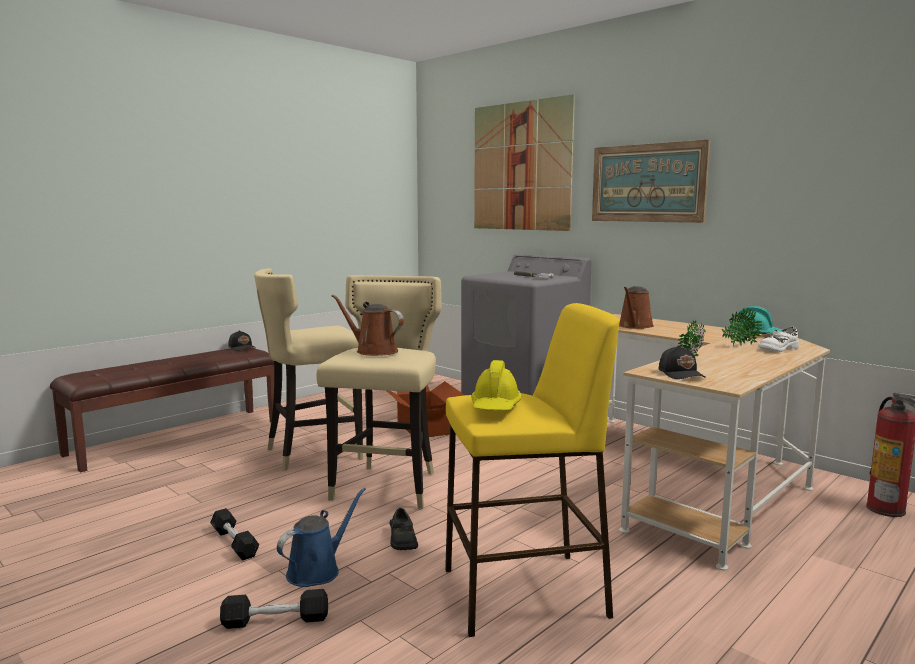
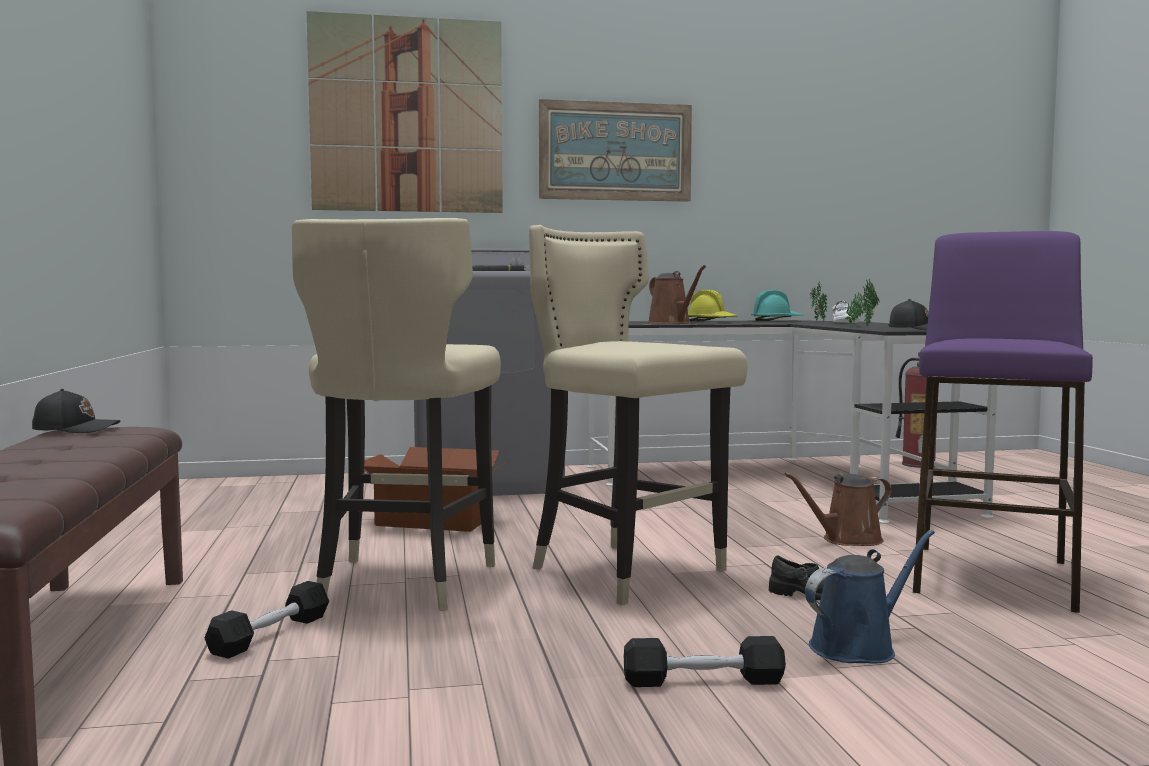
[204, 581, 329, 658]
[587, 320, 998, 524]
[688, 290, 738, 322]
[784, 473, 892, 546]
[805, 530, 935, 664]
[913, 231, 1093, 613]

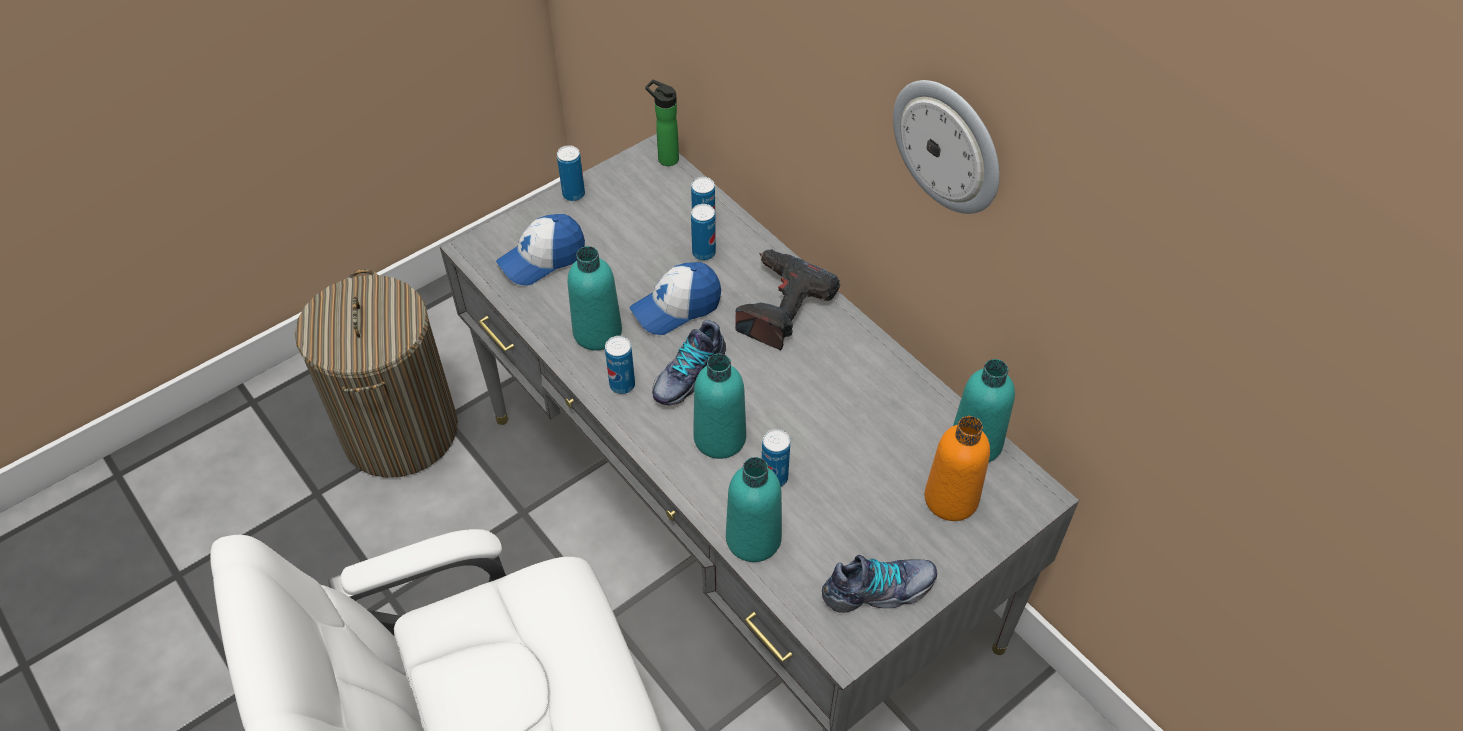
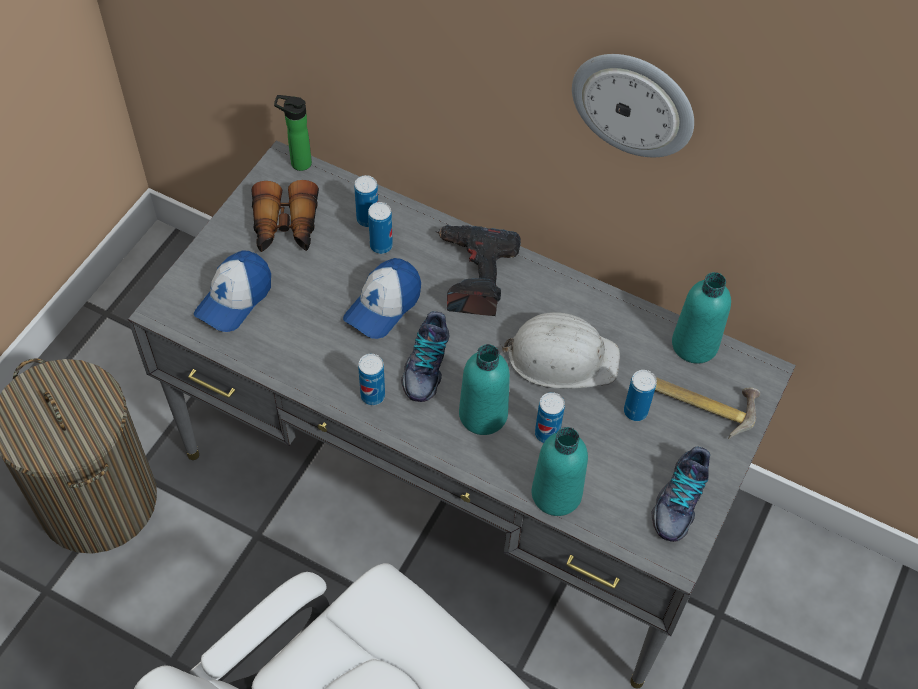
[252, 180, 319, 252]
[501, 312, 620, 389]
[624, 370, 657, 421]
[651, 447, 710, 542]
[655, 377, 760, 439]
[568, 246, 622, 351] (first image)

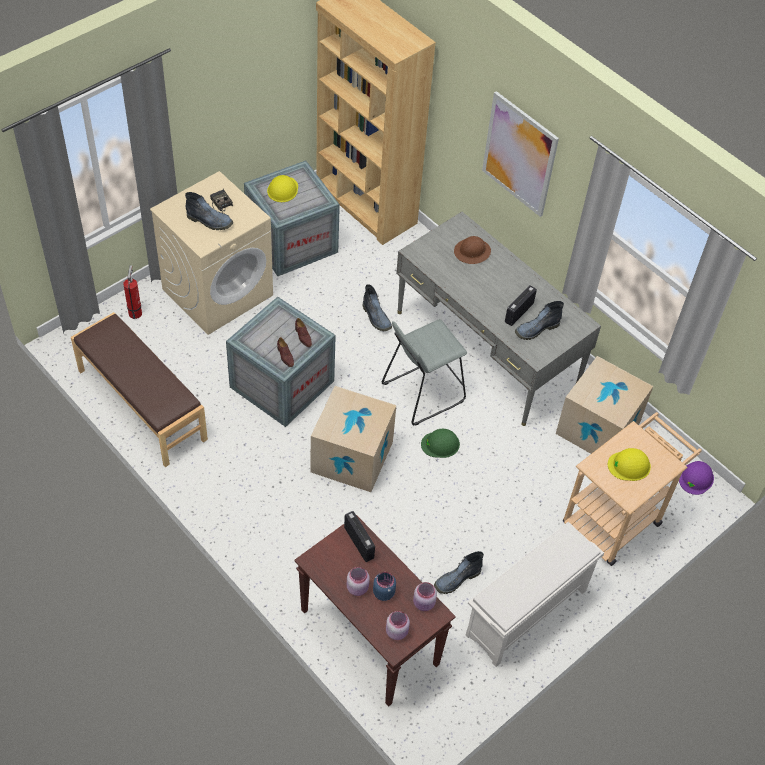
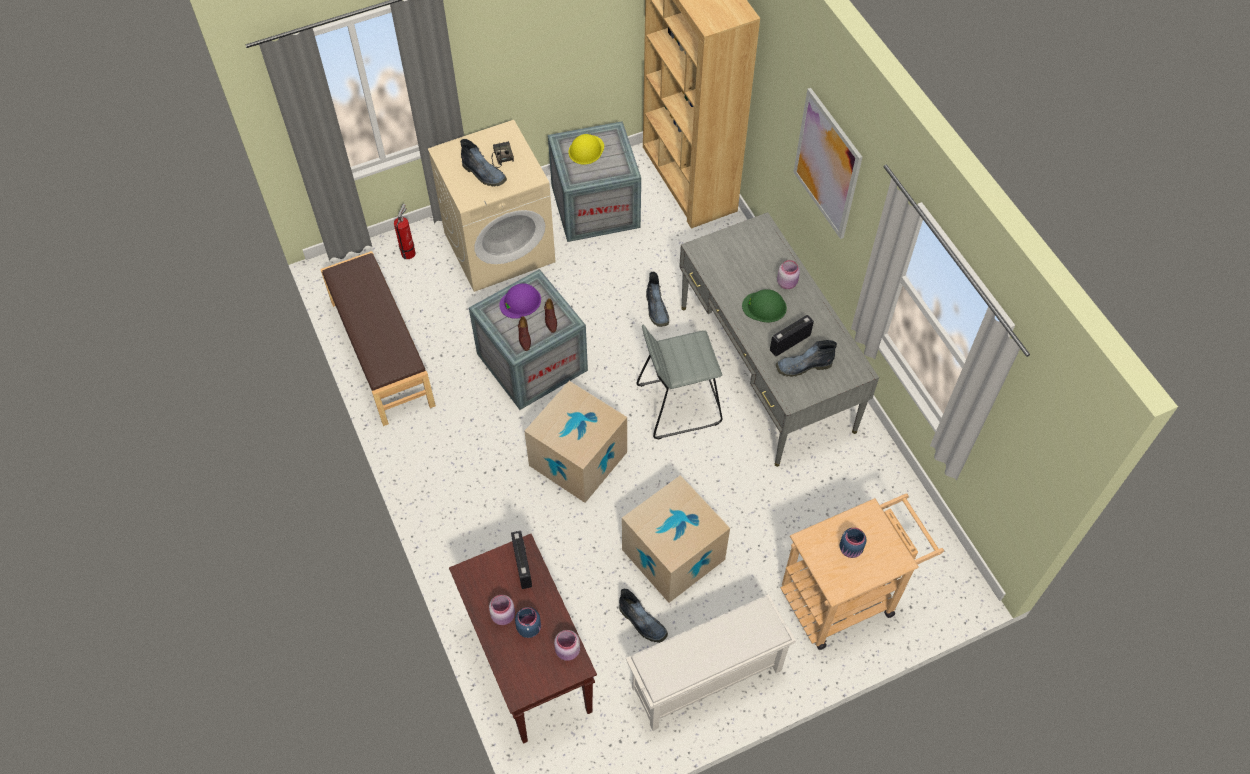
[499, 283, 541, 319]
[619, 589, 668, 643]
[622, 475, 730, 603]
[742, 289, 787, 322]
[777, 260, 800, 289]
[840, 528, 867, 558]
[454, 236, 491, 264] (first image)

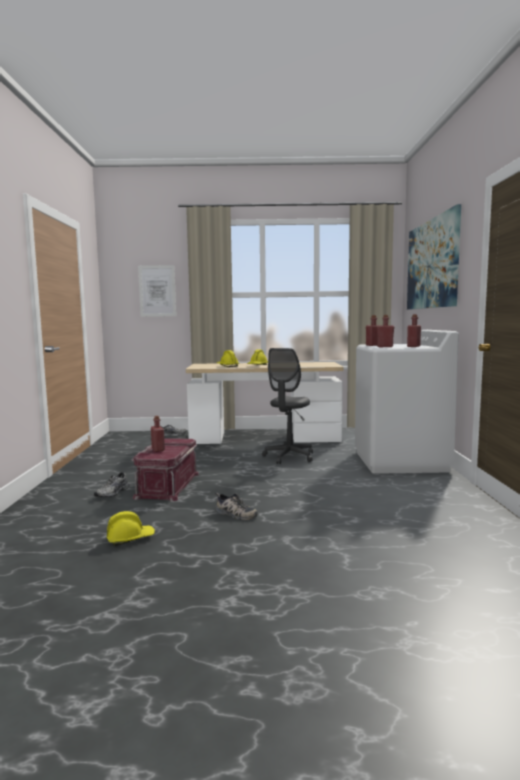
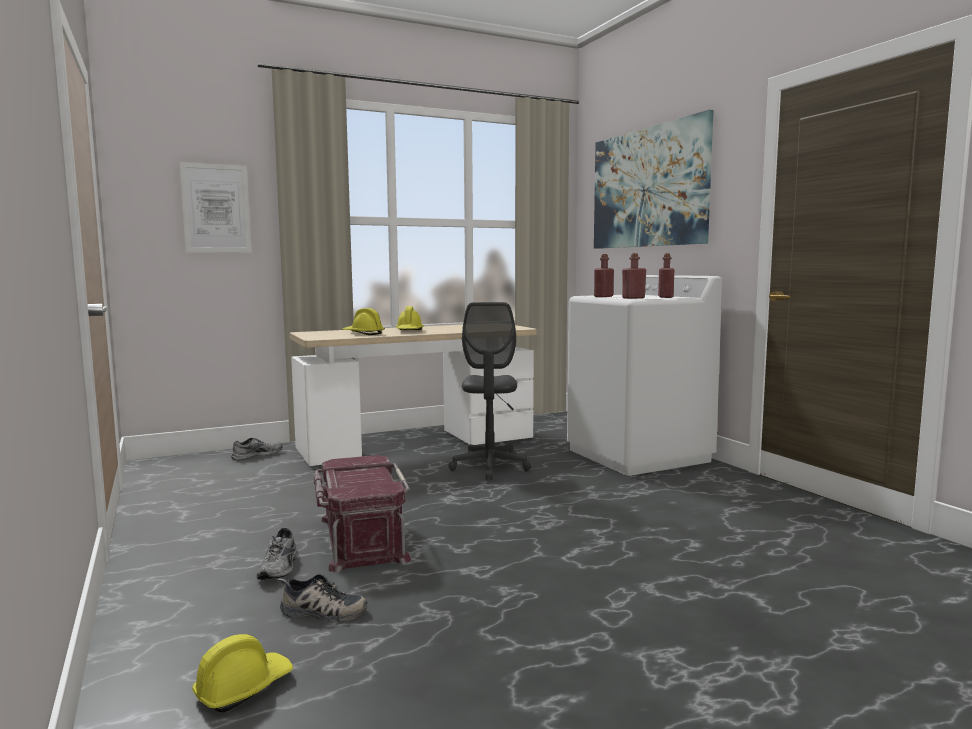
[192, 634, 293, 713]
[277, 574, 367, 622]
[151, 416, 165, 452] (first image)

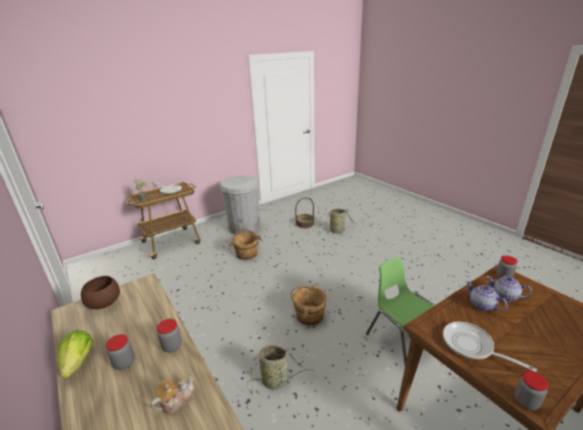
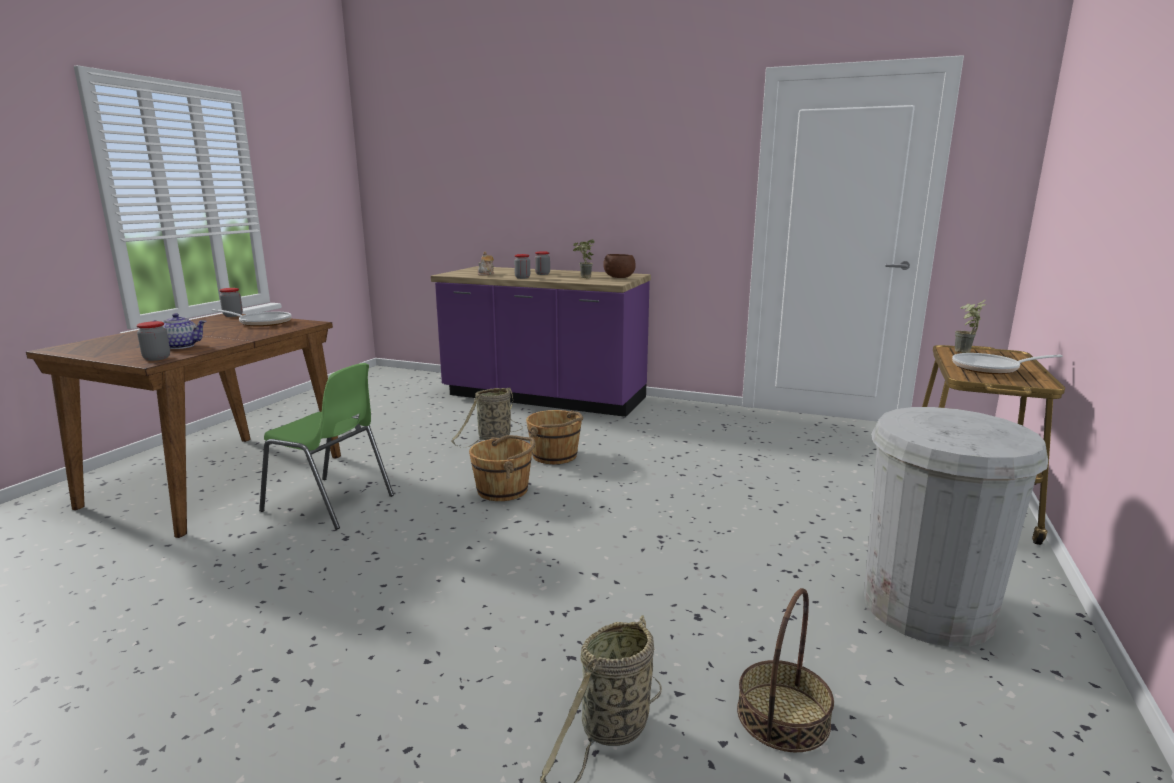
[526, 410, 583, 464]
[573, 239, 595, 278]
[58, 330, 93, 378] (first image)
[466, 281, 507, 311] (first image)

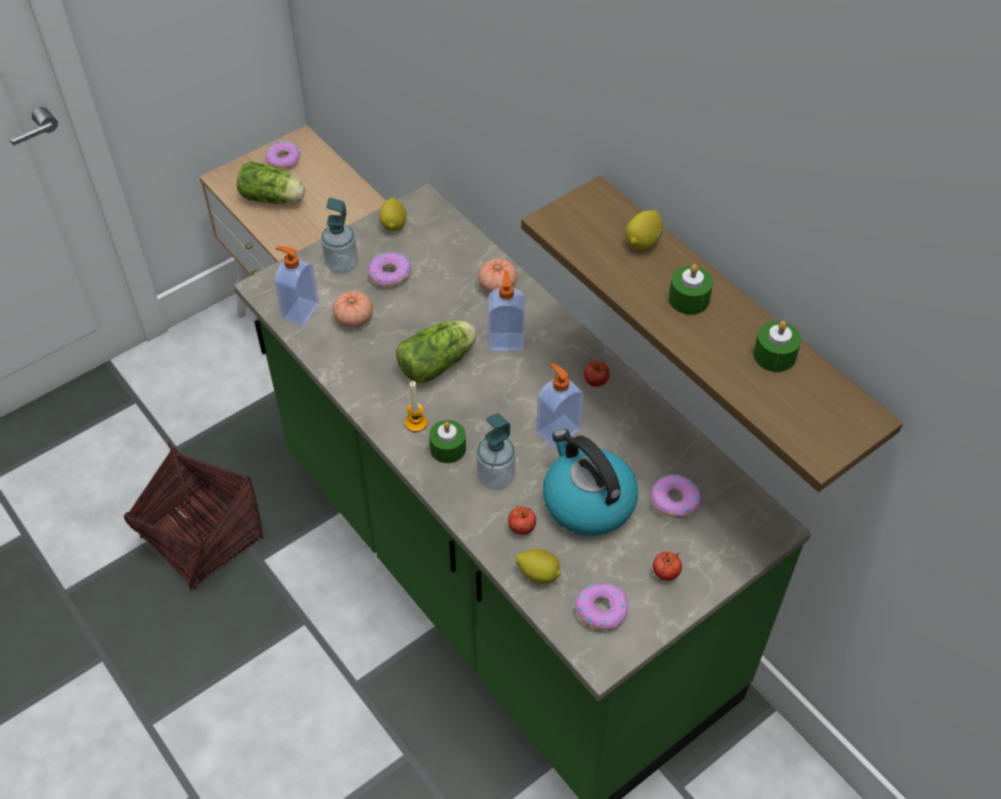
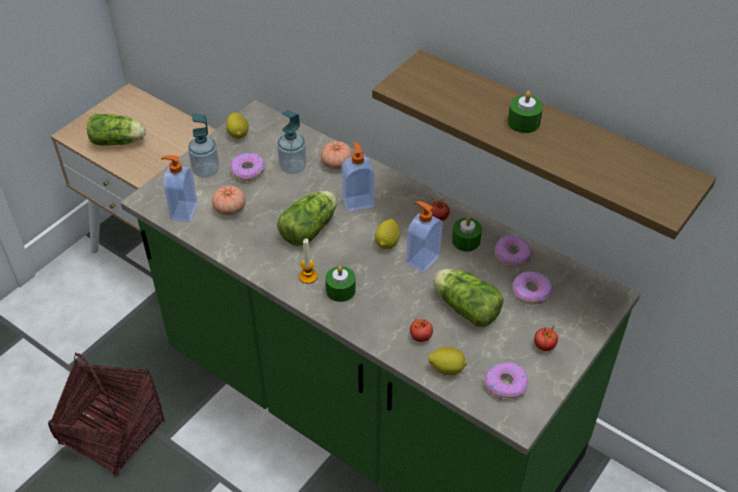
[277, 110, 307, 174]
[375, 219, 400, 249]
[433, 269, 504, 327]
[452, 217, 482, 251]
[495, 235, 532, 267]

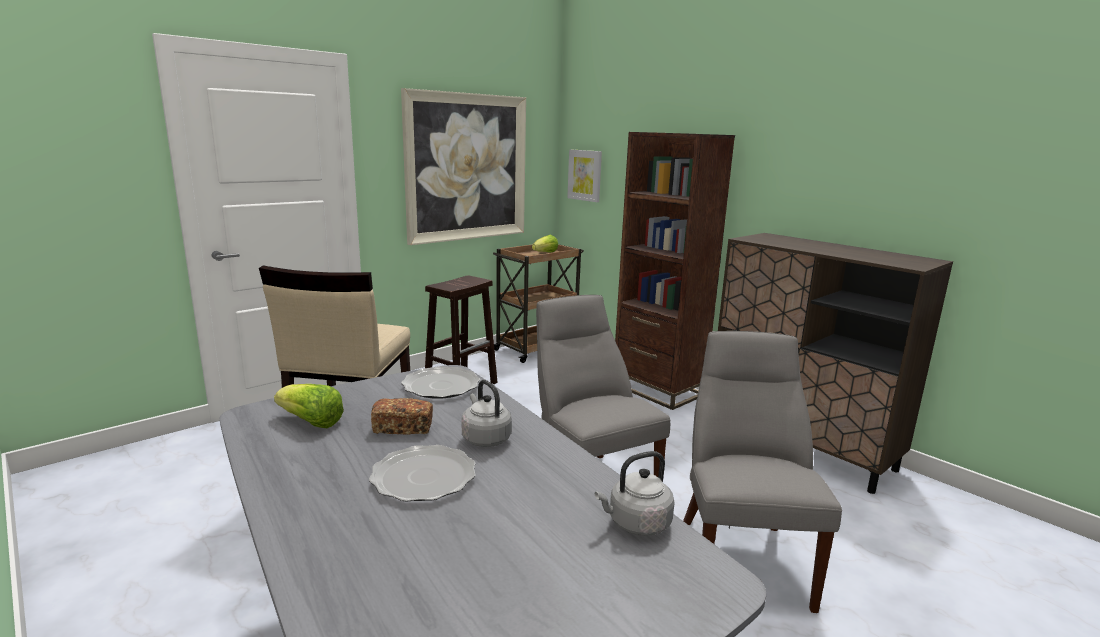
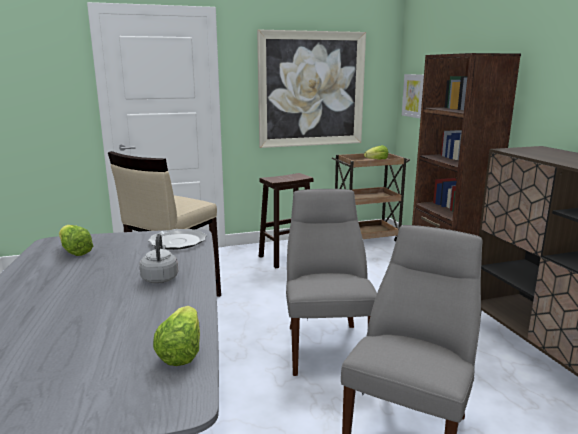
[153, 306, 200, 366]
[369, 445, 476, 502] (first image)
[371, 398, 433, 435] (first image)

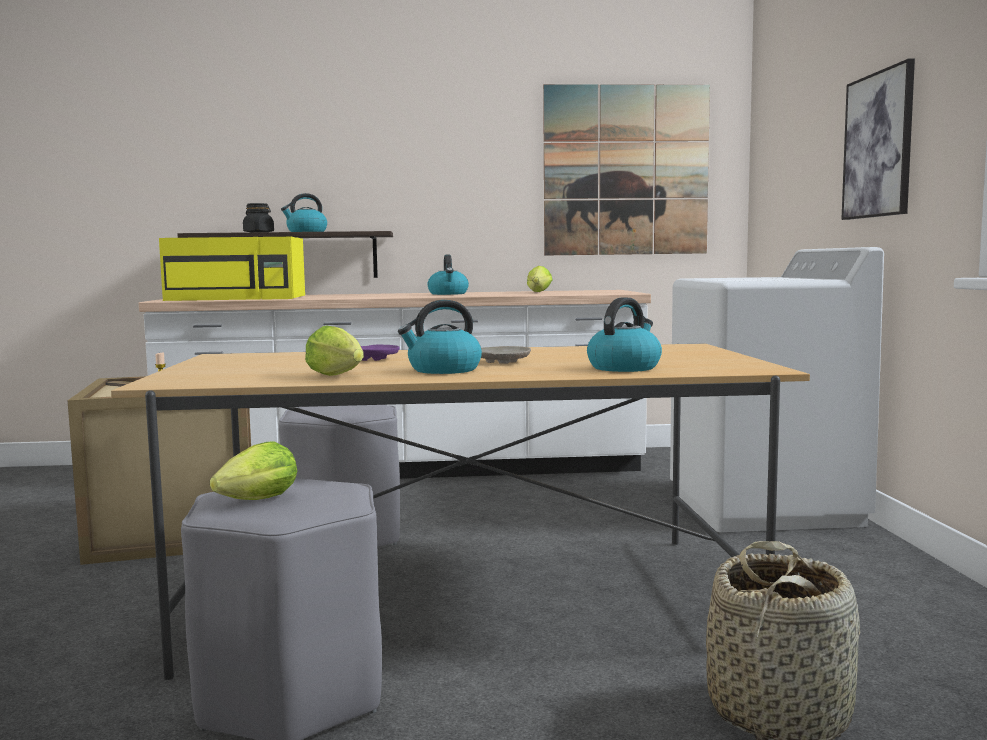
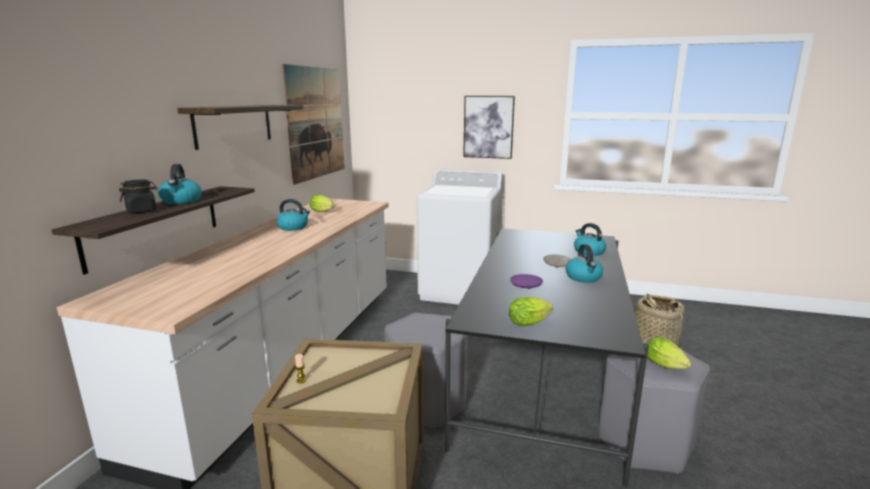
[177, 105, 303, 150]
[445, 228, 648, 487]
[509, 296, 553, 326]
[159, 237, 305, 301] (first image)

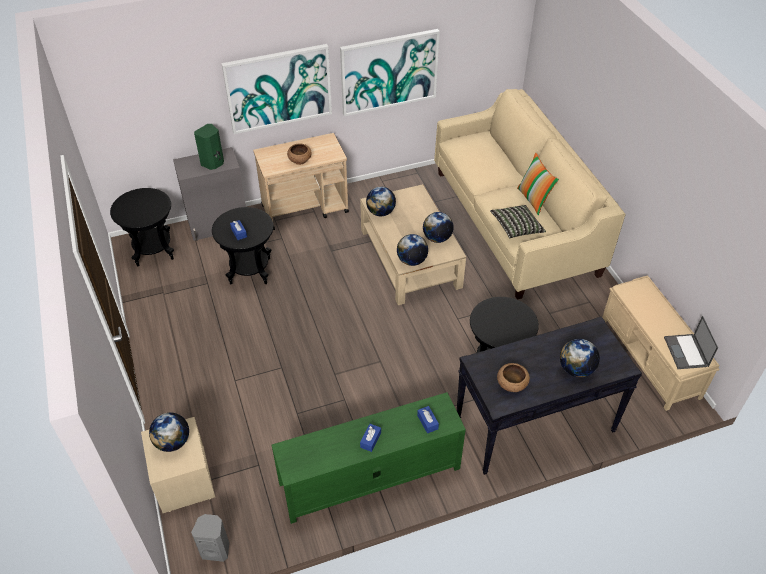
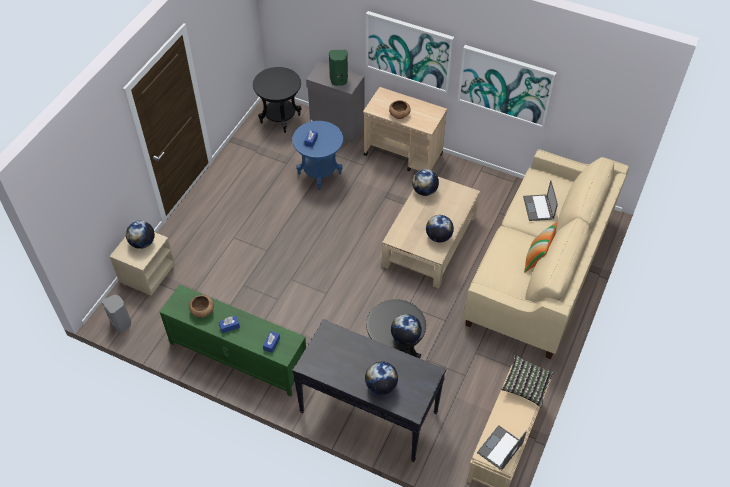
[189, 295, 214, 318]
[292, 121, 343, 190]
[391, 314, 422, 345]
[501, 355, 553, 407]
[523, 180, 558, 221]

